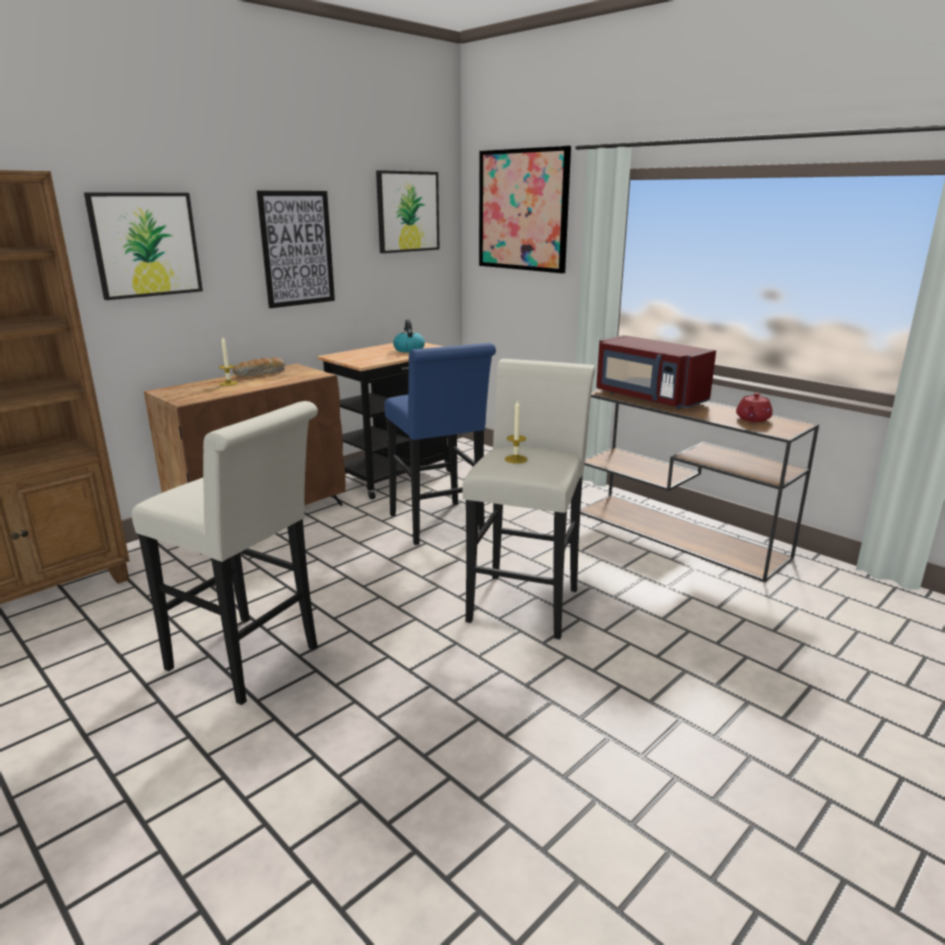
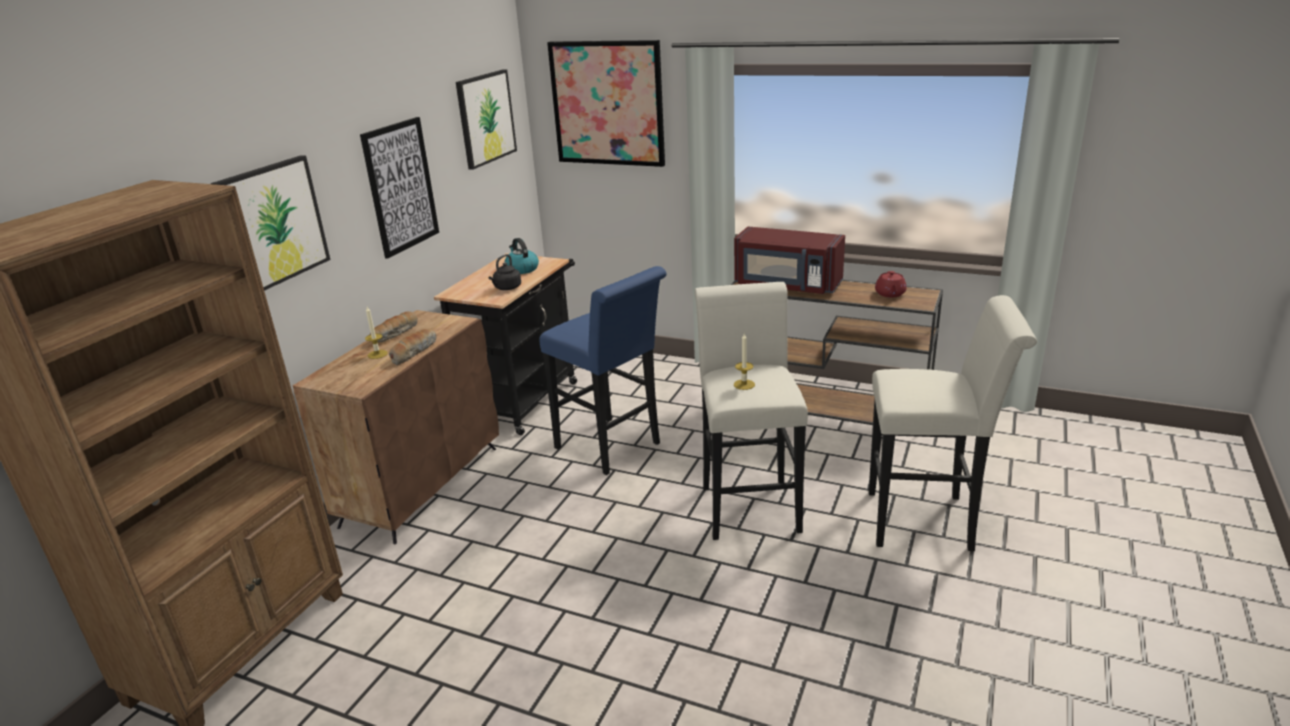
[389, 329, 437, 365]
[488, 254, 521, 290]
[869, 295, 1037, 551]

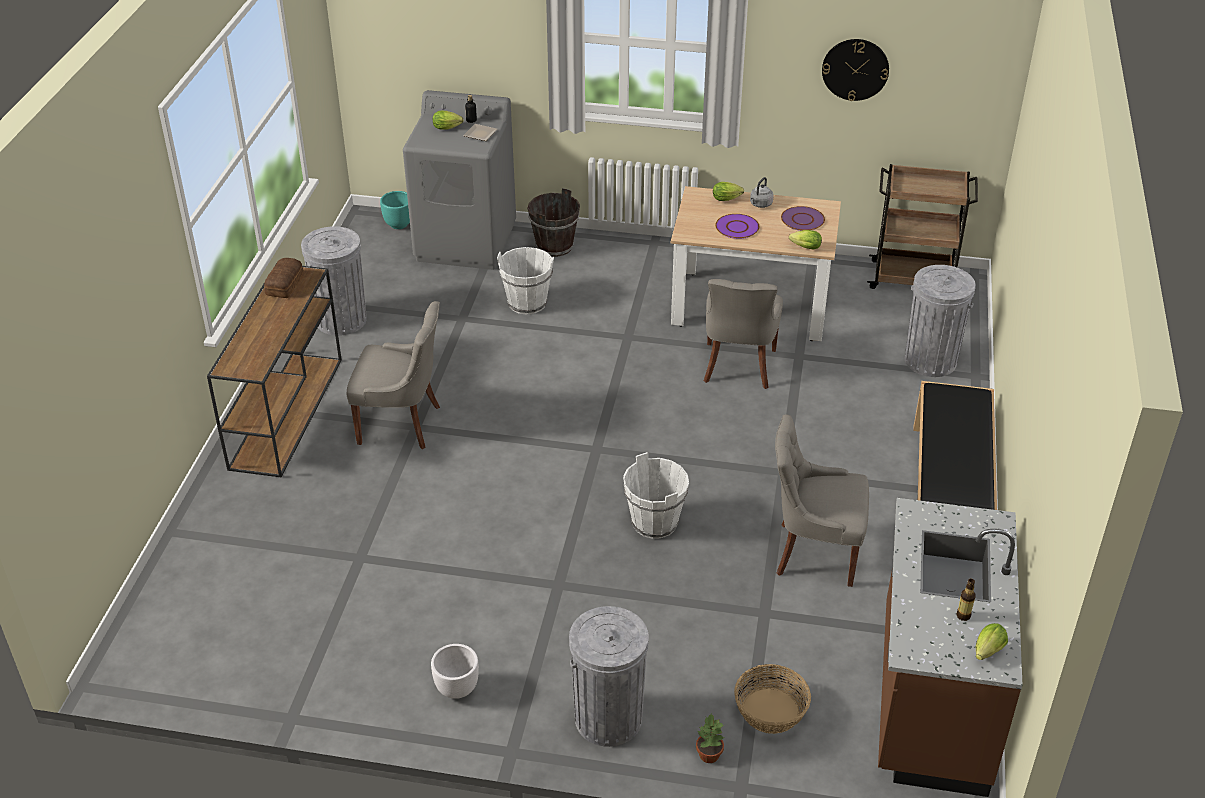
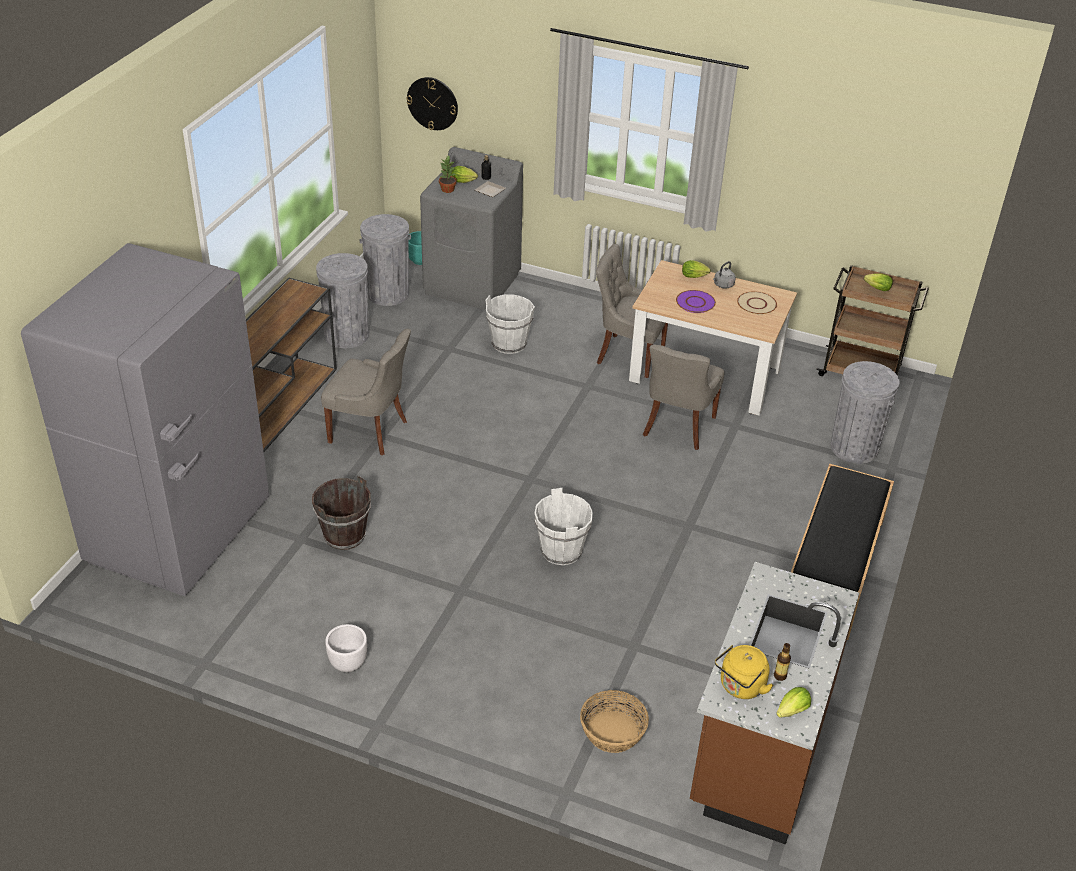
[21, 243, 269, 596]
[312, 476, 371, 550]
[360, 214, 411, 306]
[406, 77, 458, 130]
[439, 156, 457, 193]
[596, 244, 668, 378]
[715, 645, 773, 699]
[737, 291, 777, 315]
[864, 273, 893, 291]
[264, 258, 304, 298] (first image)

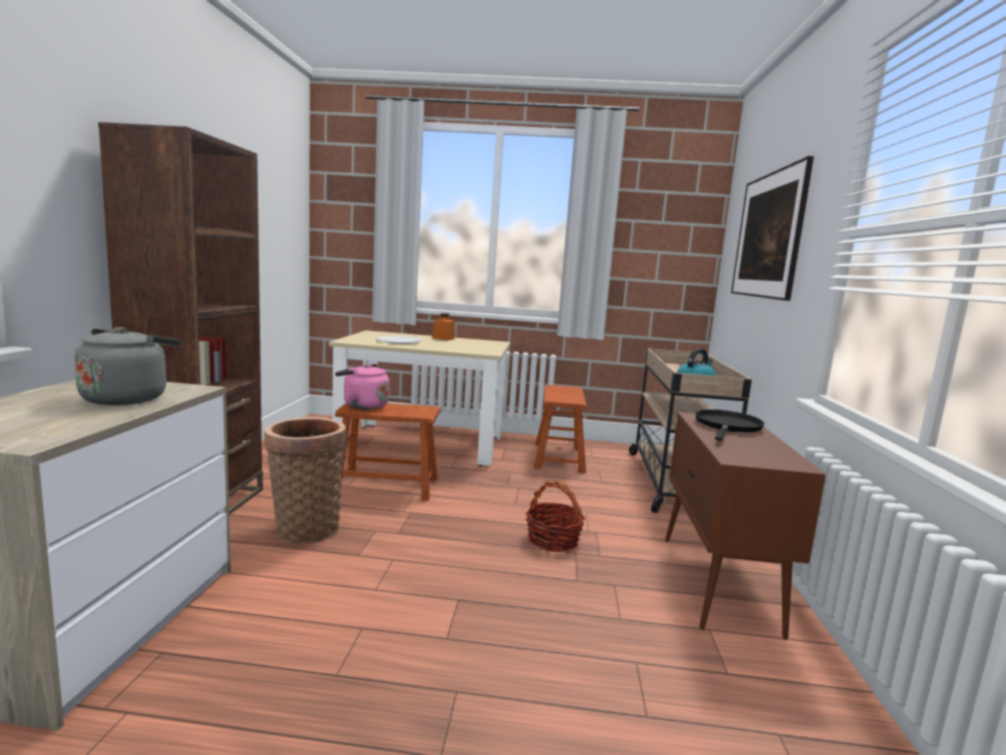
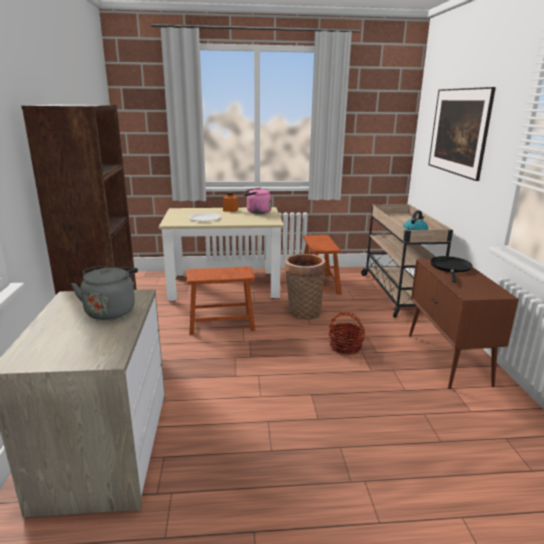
[243, 187, 272, 214]
[285, 254, 326, 320]

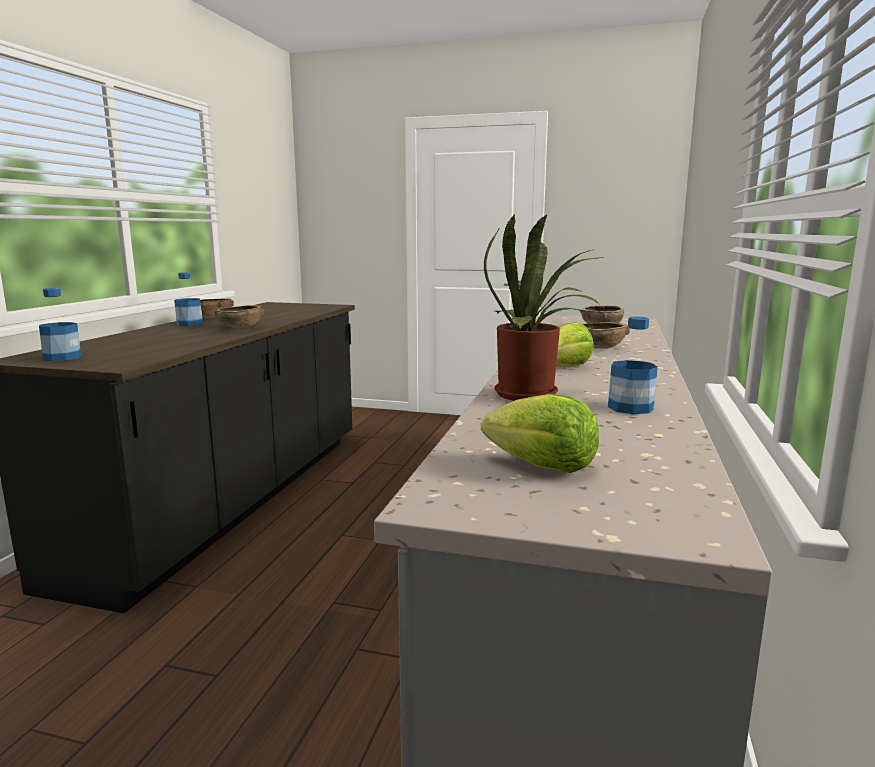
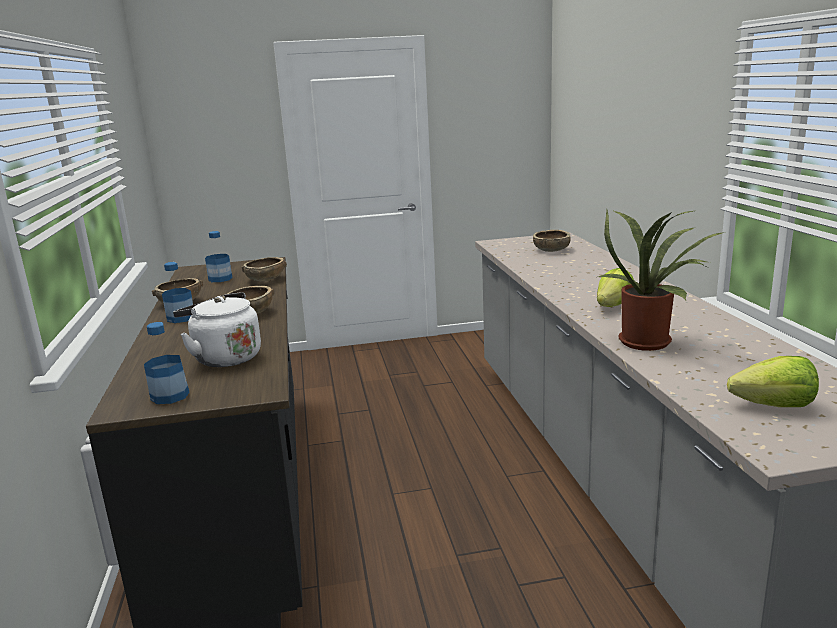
[173, 292, 261, 367]
[205, 231, 232, 282]
[241, 257, 287, 282]

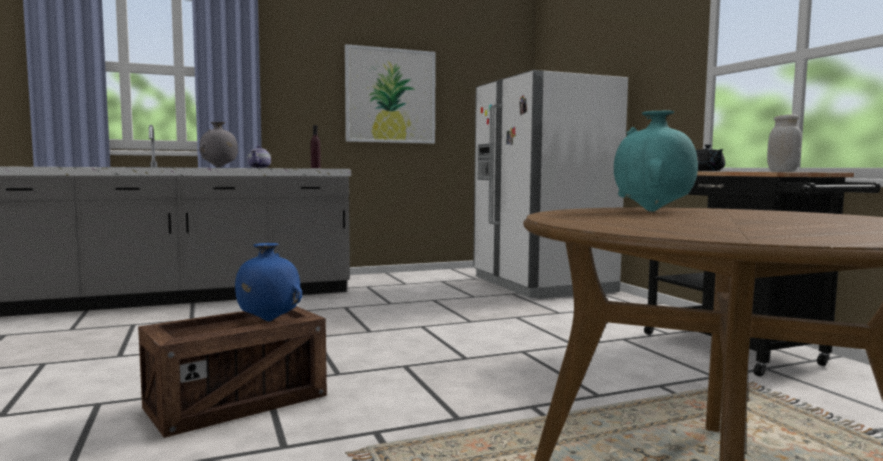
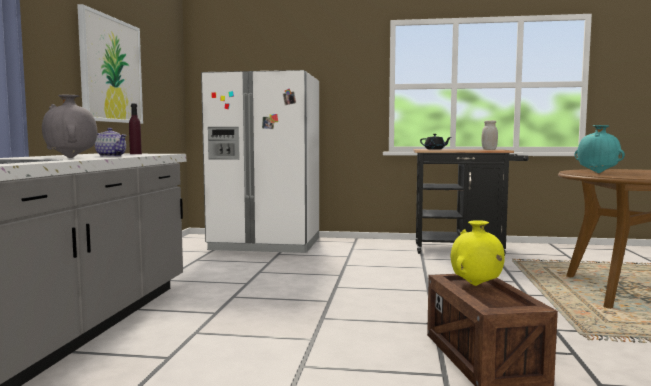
[451, 220, 505, 286]

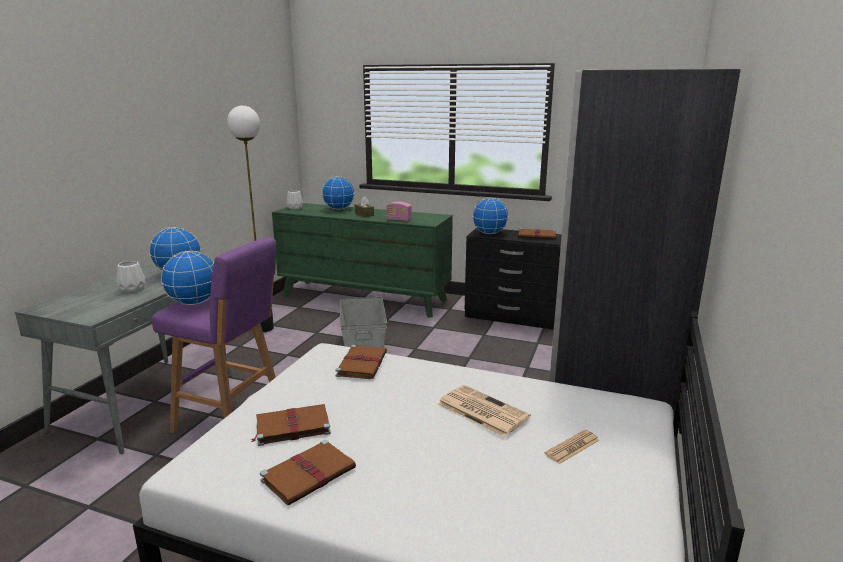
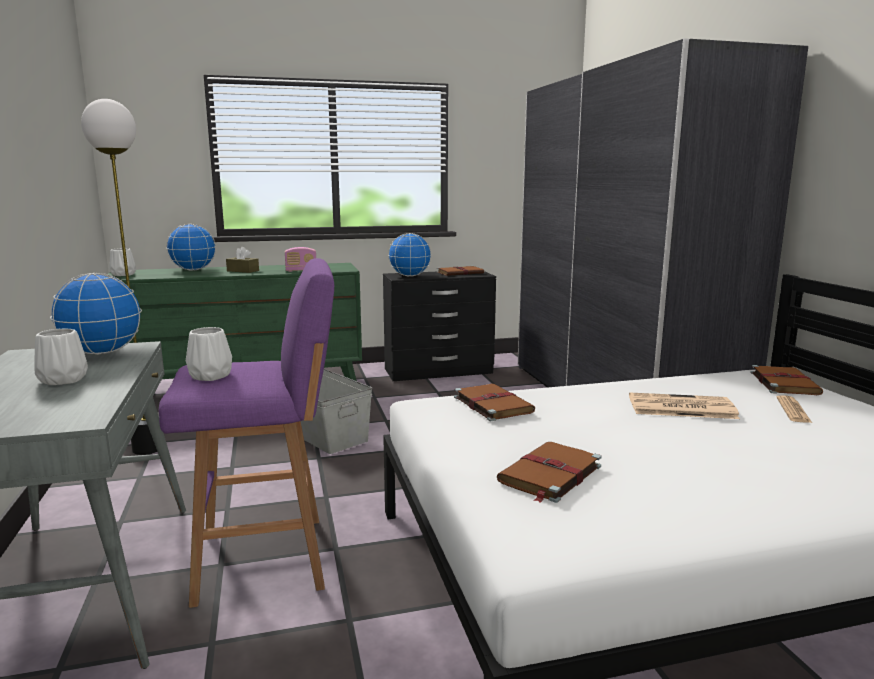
[186, 327, 232, 381]
[750, 365, 823, 395]

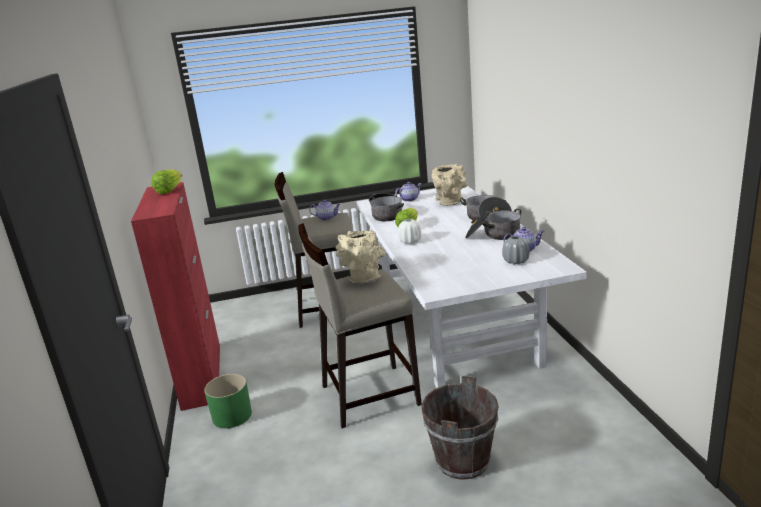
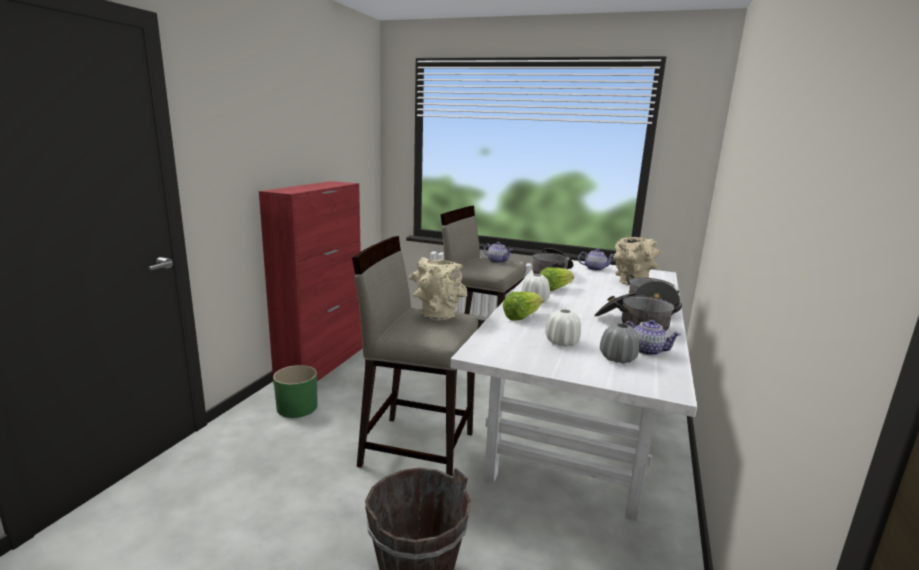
[503, 292, 543, 321]
[545, 309, 581, 347]

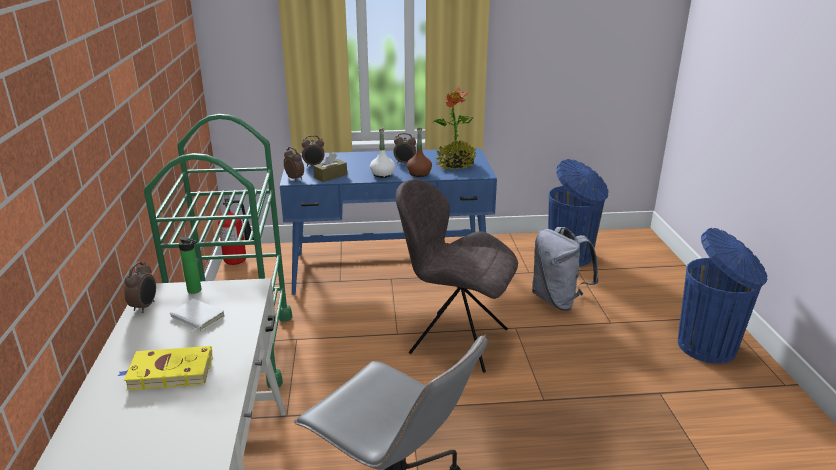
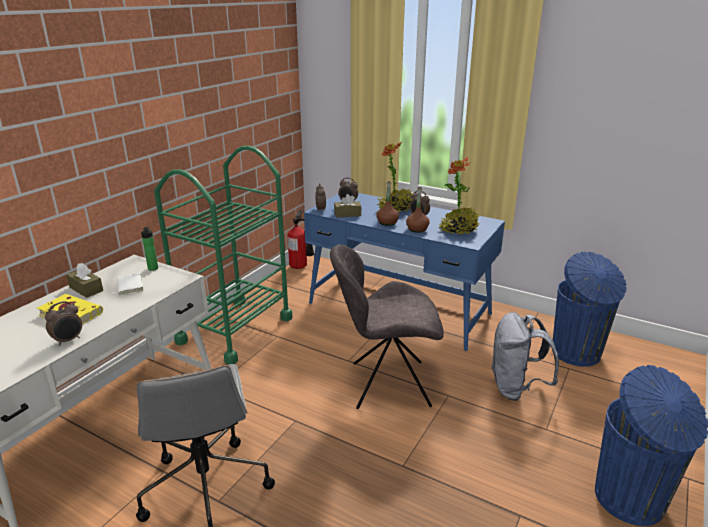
[45, 301, 82, 346]
[66, 263, 103, 298]
[330, 244, 444, 409]
[376, 181, 399, 226]
[377, 142, 413, 213]

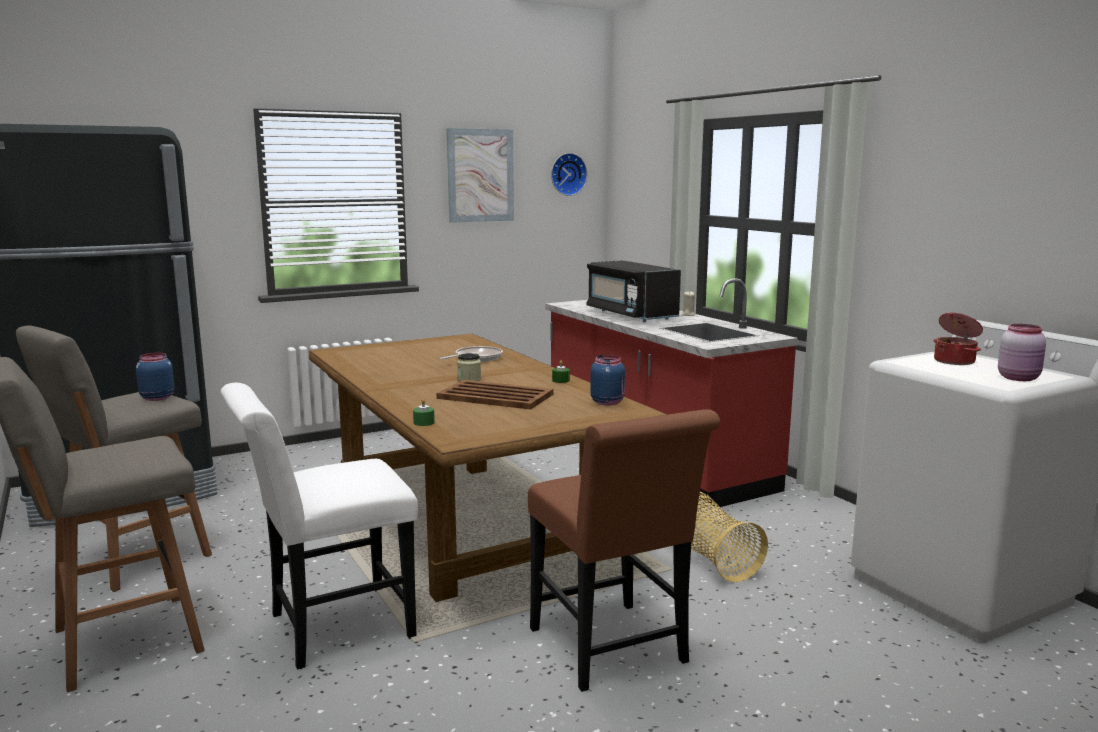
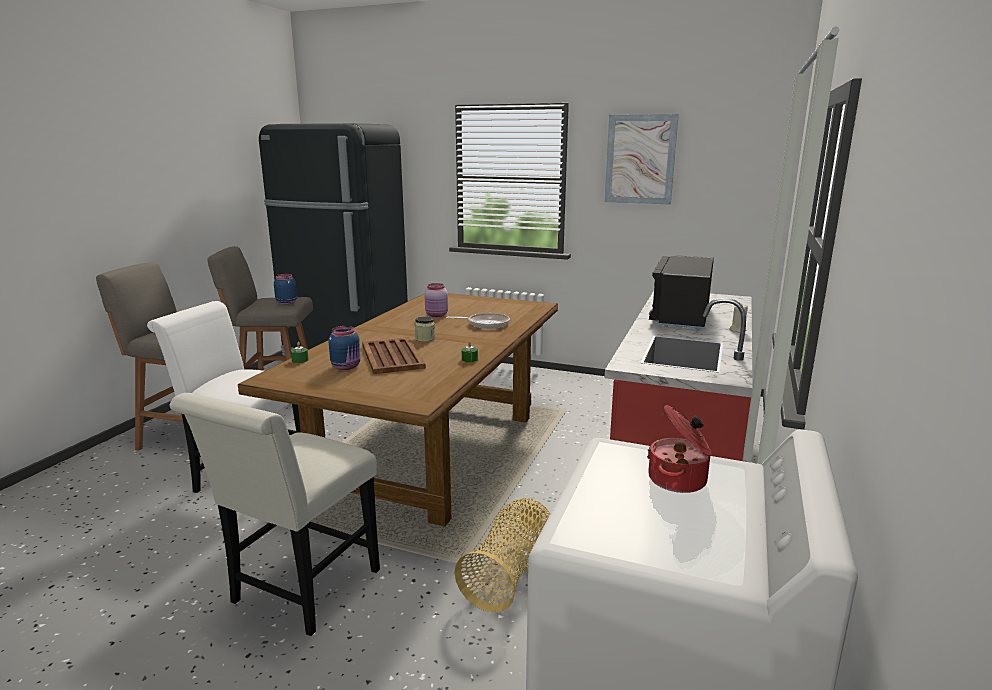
[170, 393, 380, 636]
[328, 326, 361, 370]
[424, 283, 448, 317]
[551, 153, 587, 196] (first image)

